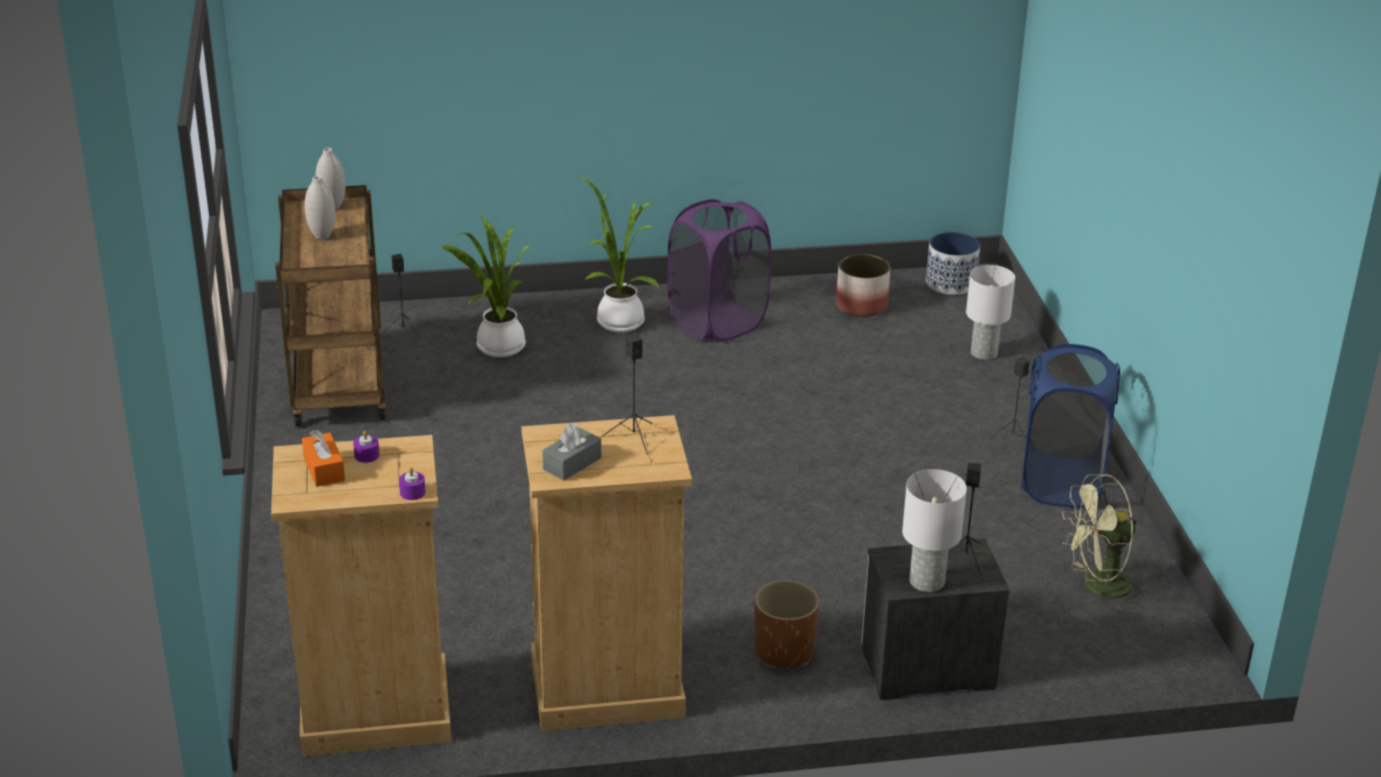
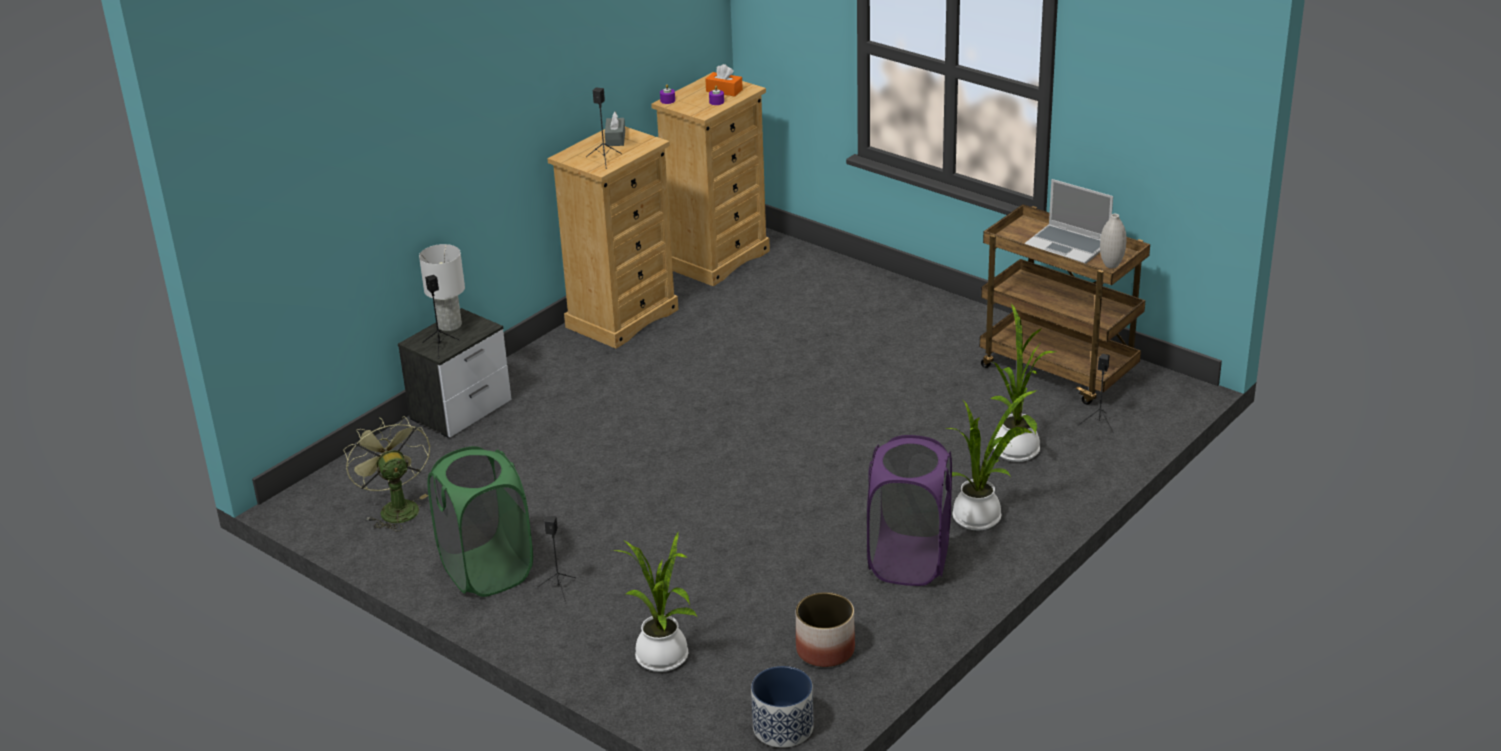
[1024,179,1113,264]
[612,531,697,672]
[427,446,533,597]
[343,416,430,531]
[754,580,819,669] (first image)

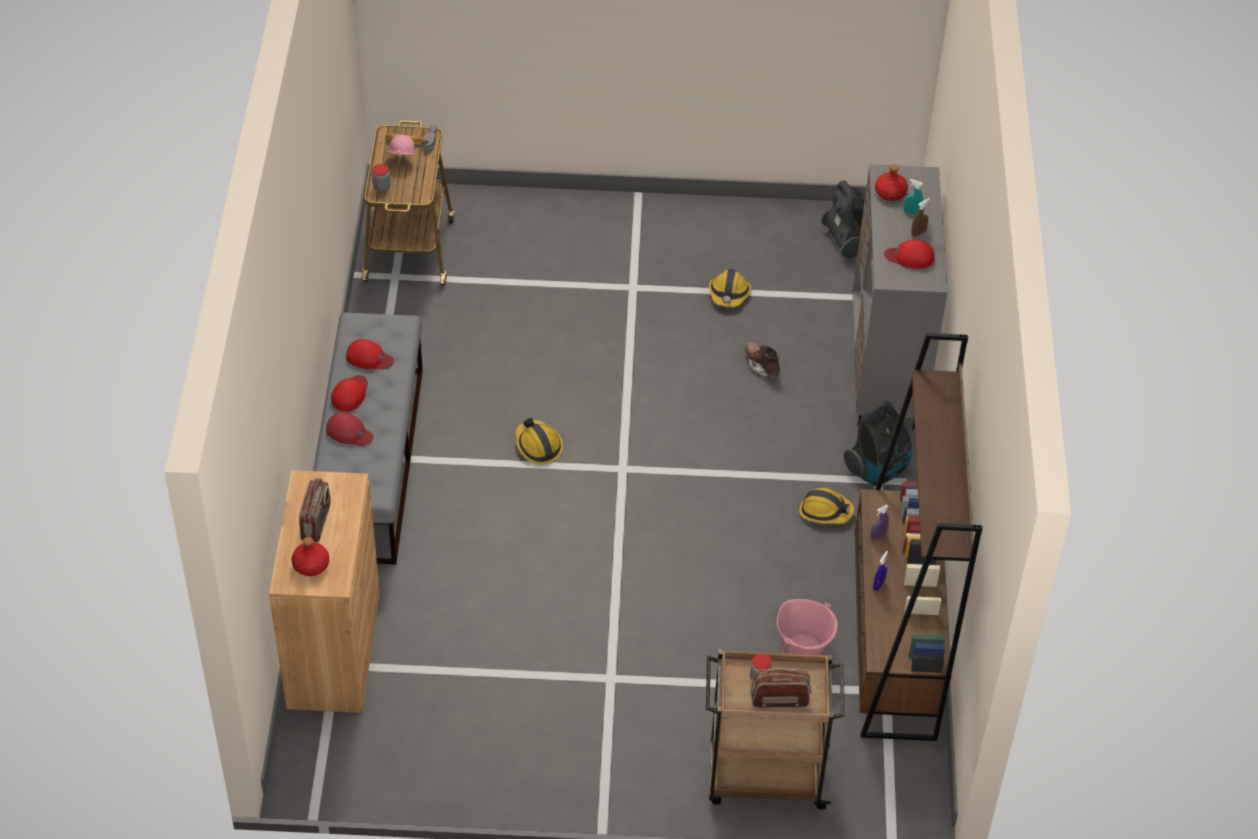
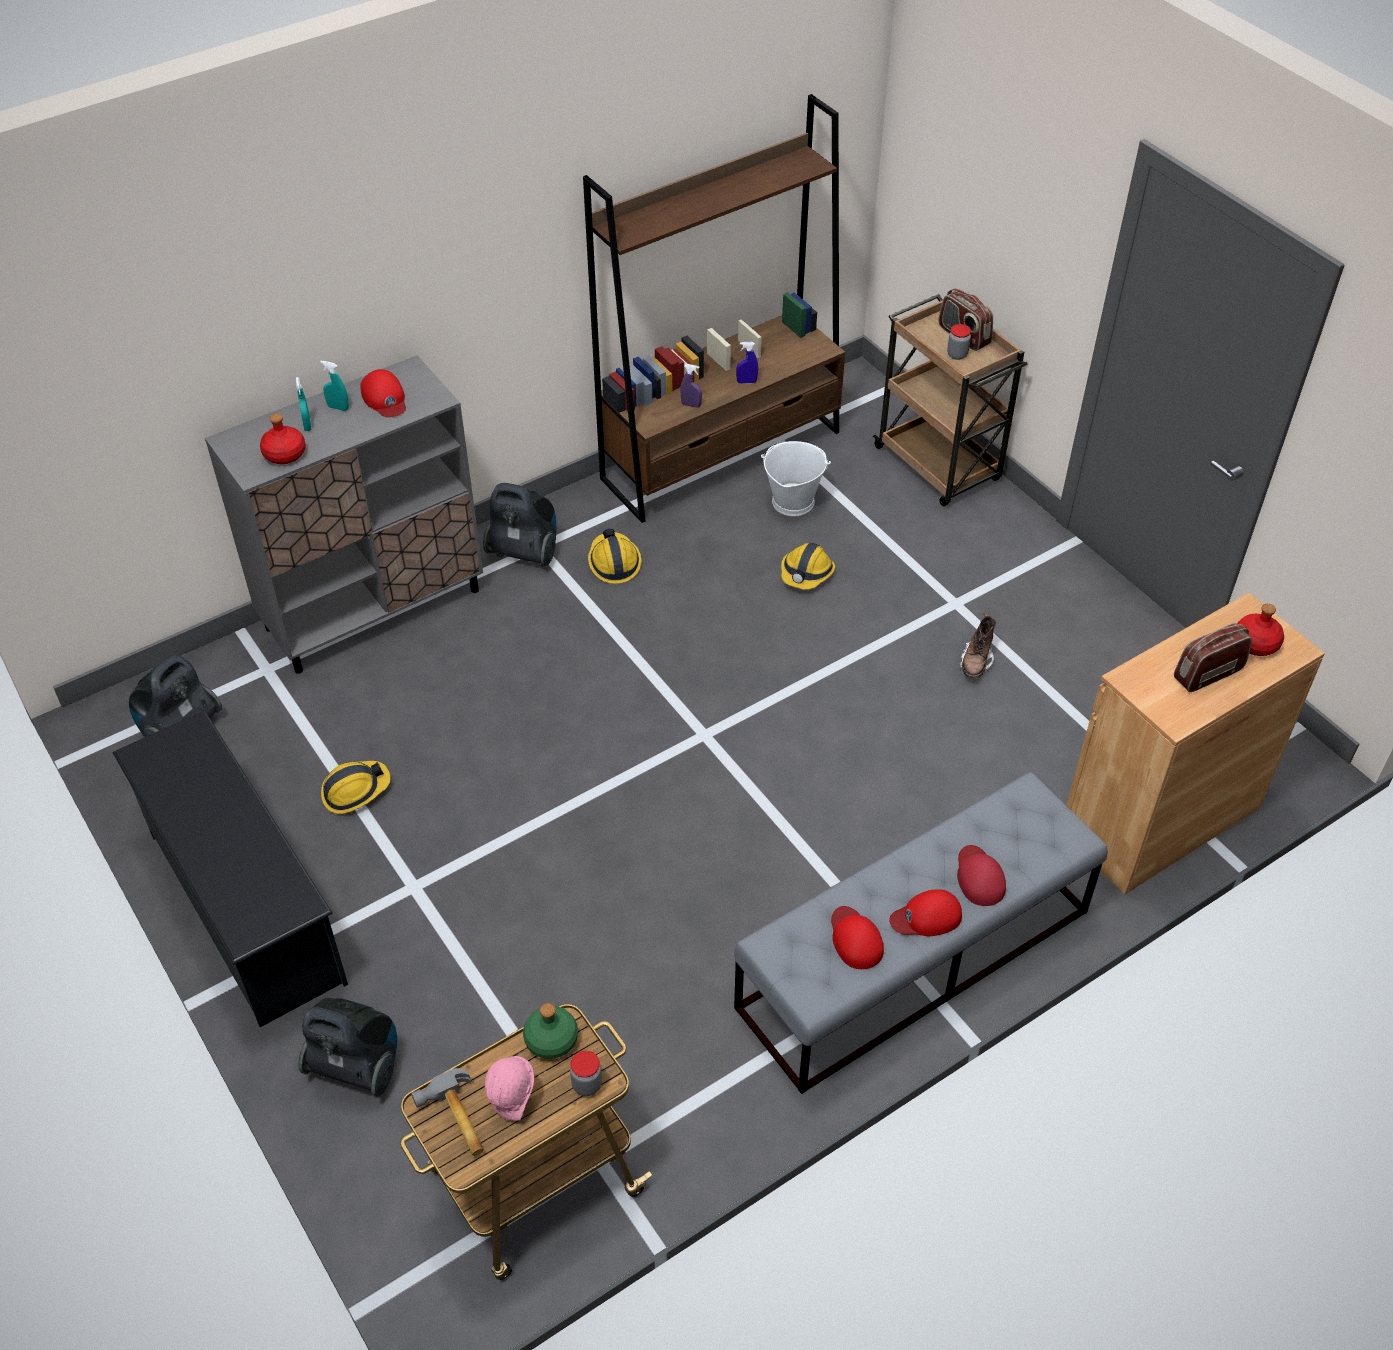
[320,361,349,411]
[959,612,996,679]
[781,543,835,590]
[761,441,831,516]
[112,710,348,1027]
[298,998,397,1097]
[523,1003,578,1059]

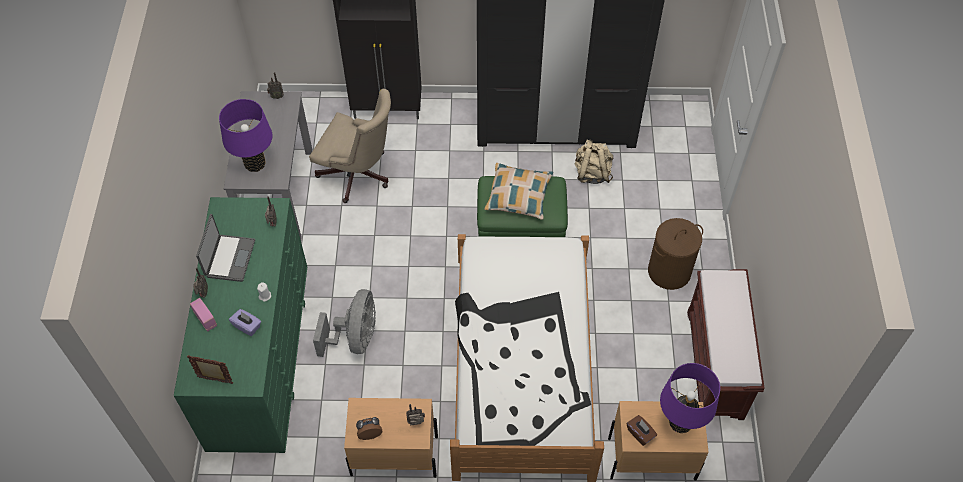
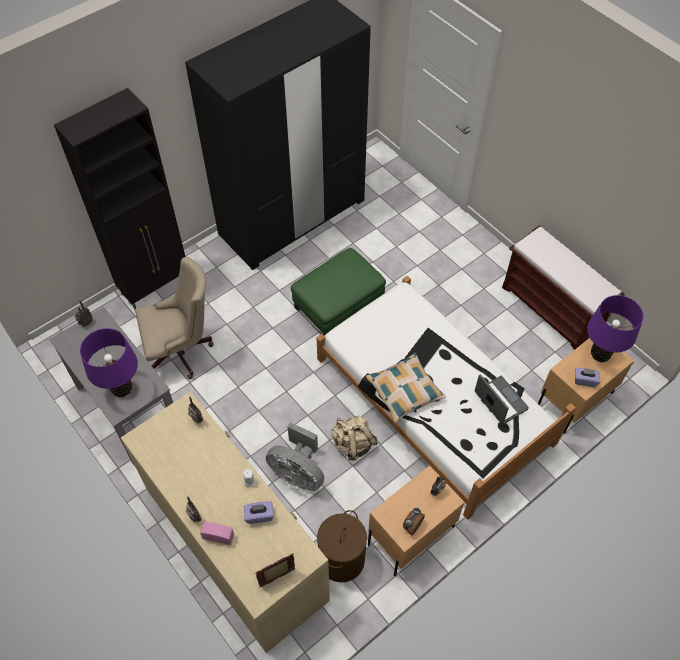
[331,416,378,460]
[366,353,446,422]
[121,392,330,653]
[475,374,529,425]
[317,510,367,582]
[266,422,324,491]
[575,368,600,387]

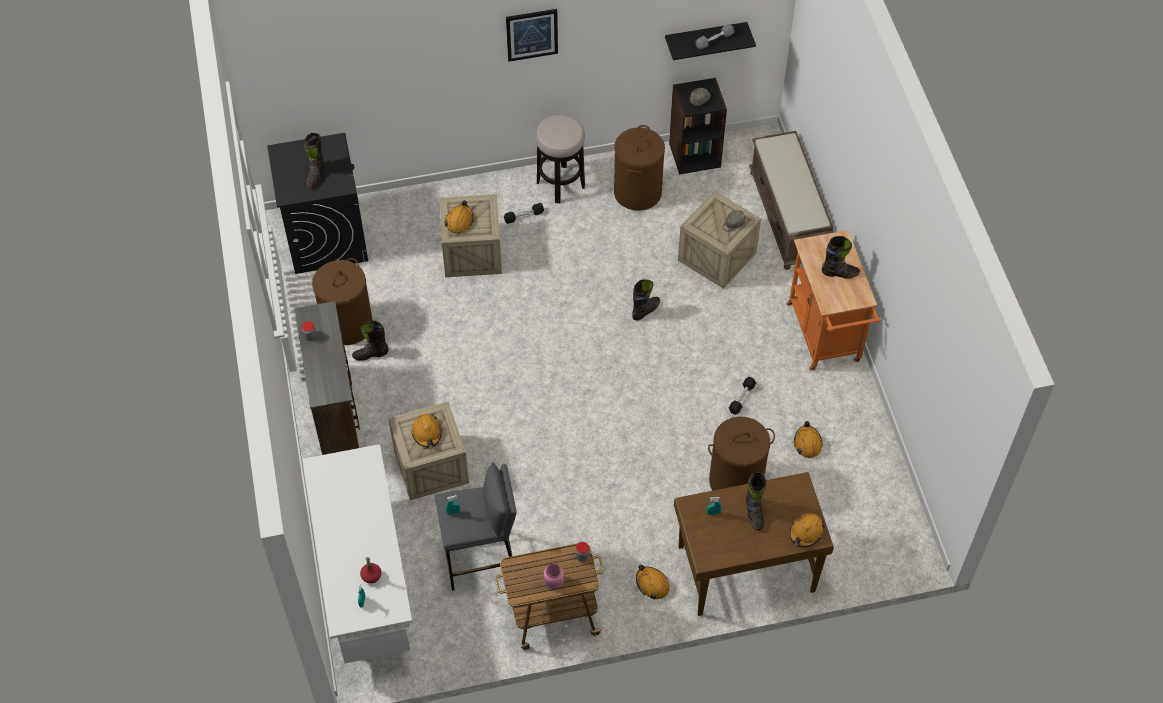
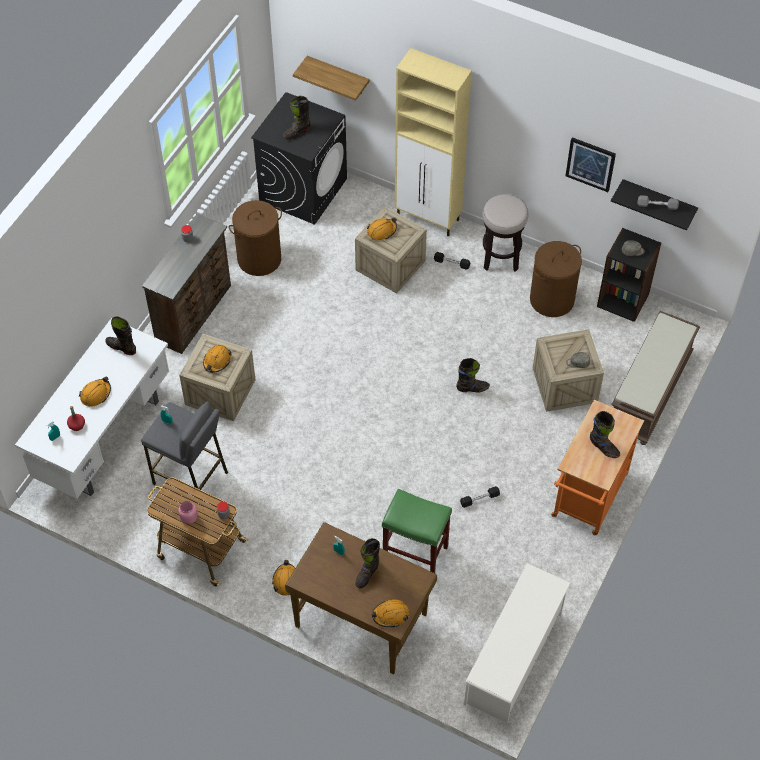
[566,137,616,192]
[105,316,136,355]
[382,489,452,573]
[79,376,111,407]
[395,48,472,237]
[293,56,370,101]
[464,563,571,723]

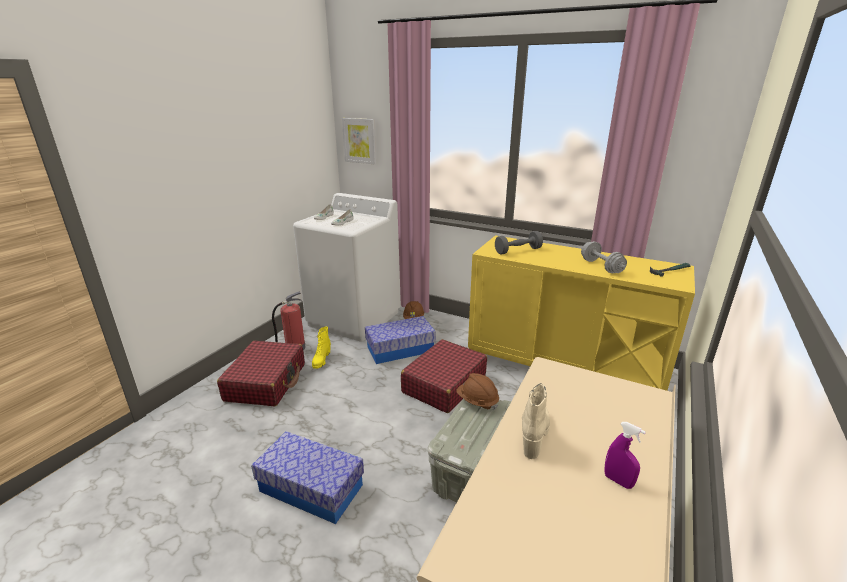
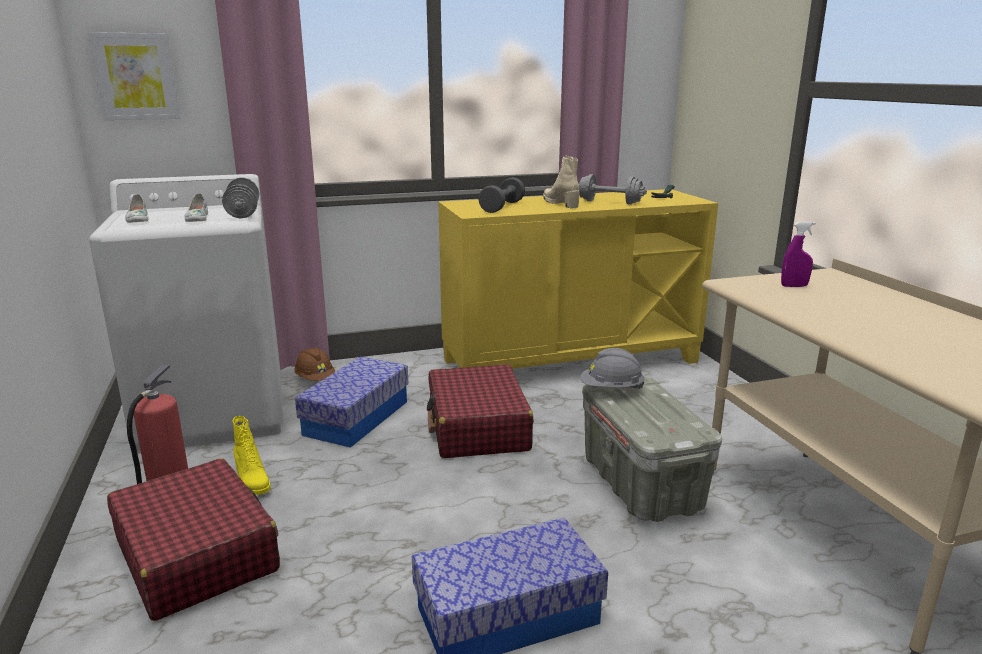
[580,348,645,389]
[543,156,580,208]
[781,221,816,287]
[222,177,259,219]

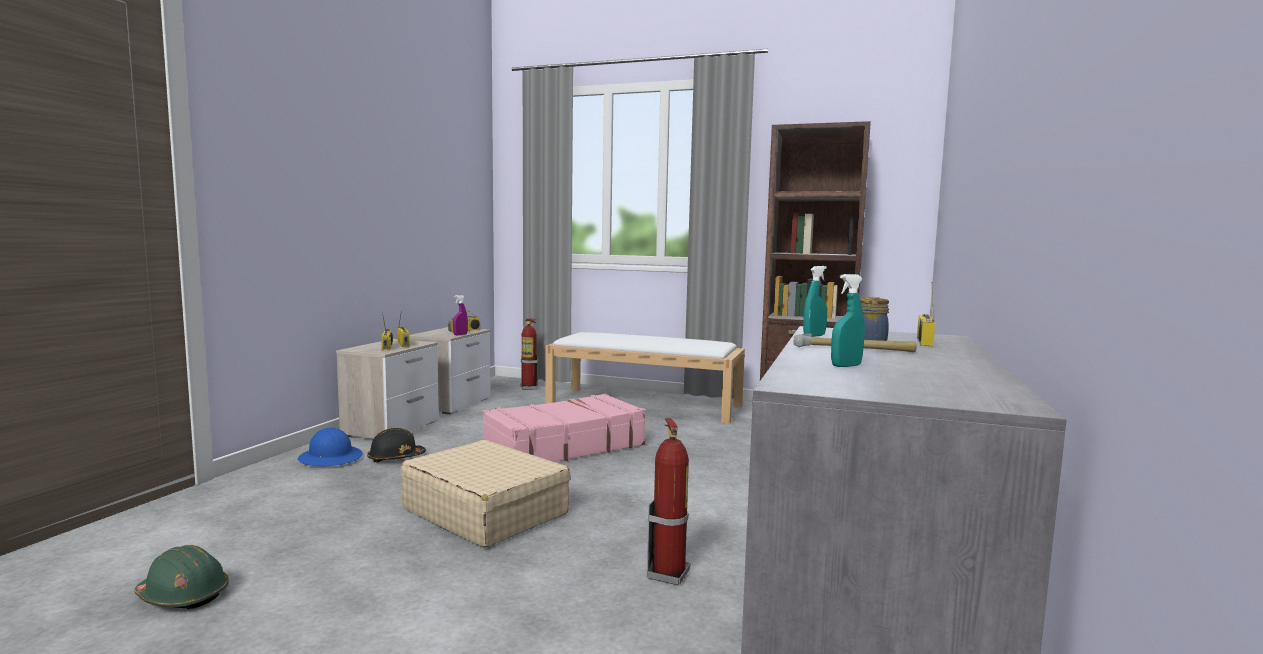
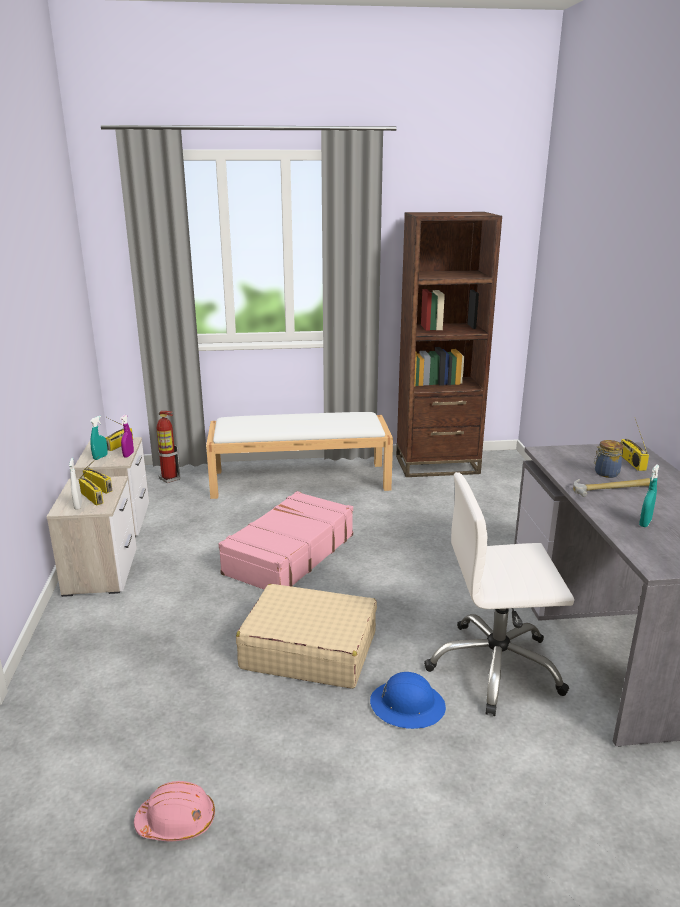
[90,416,108,460]
[424,472,574,716]
[370,672,446,729]
[367,428,426,462] (first image)
[134,781,215,841]
[69,458,82,510]

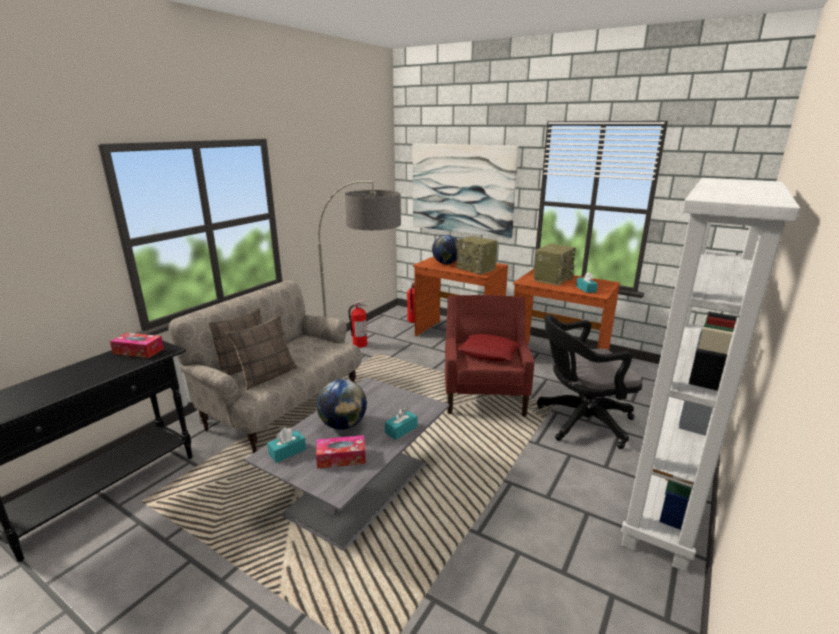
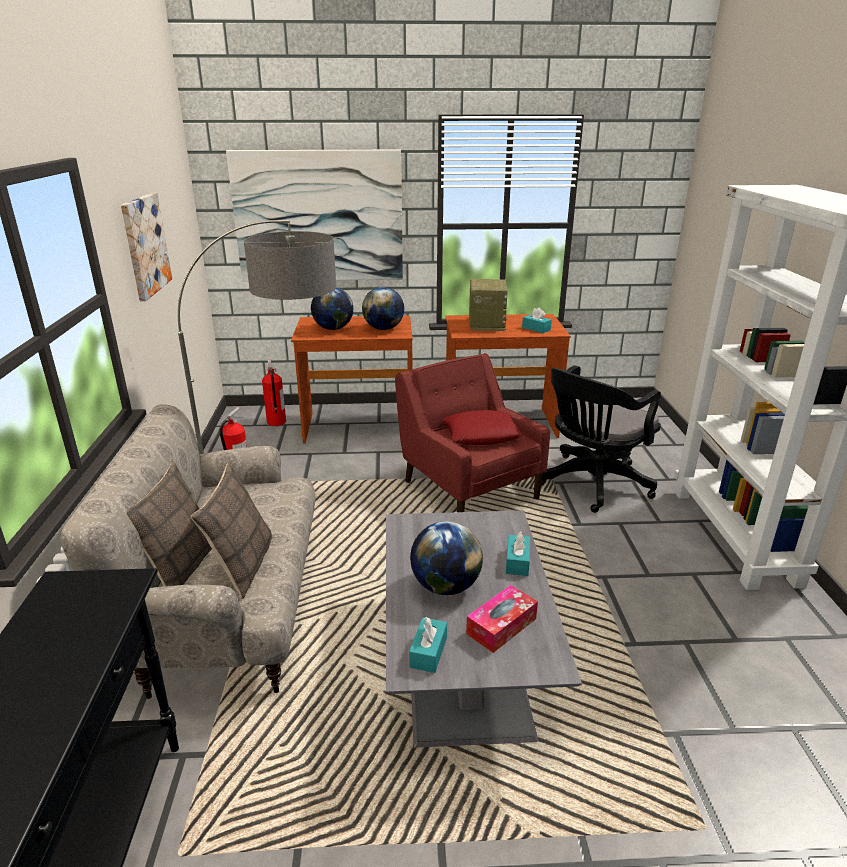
[362,287,404,330]
[110,333,164,358] (first image)
[121,193,172,301]

